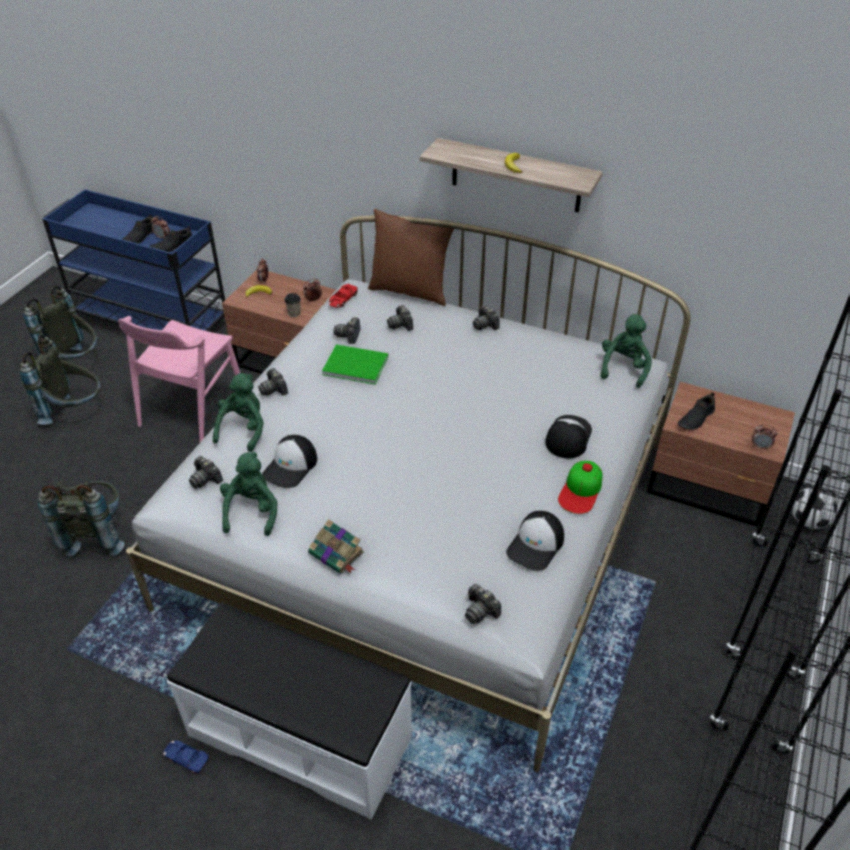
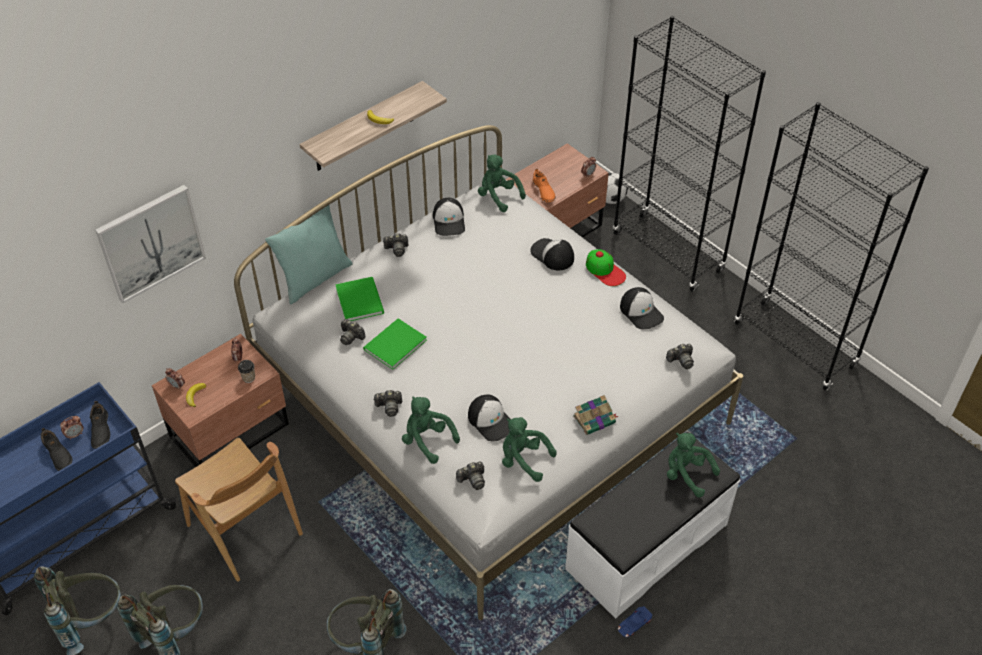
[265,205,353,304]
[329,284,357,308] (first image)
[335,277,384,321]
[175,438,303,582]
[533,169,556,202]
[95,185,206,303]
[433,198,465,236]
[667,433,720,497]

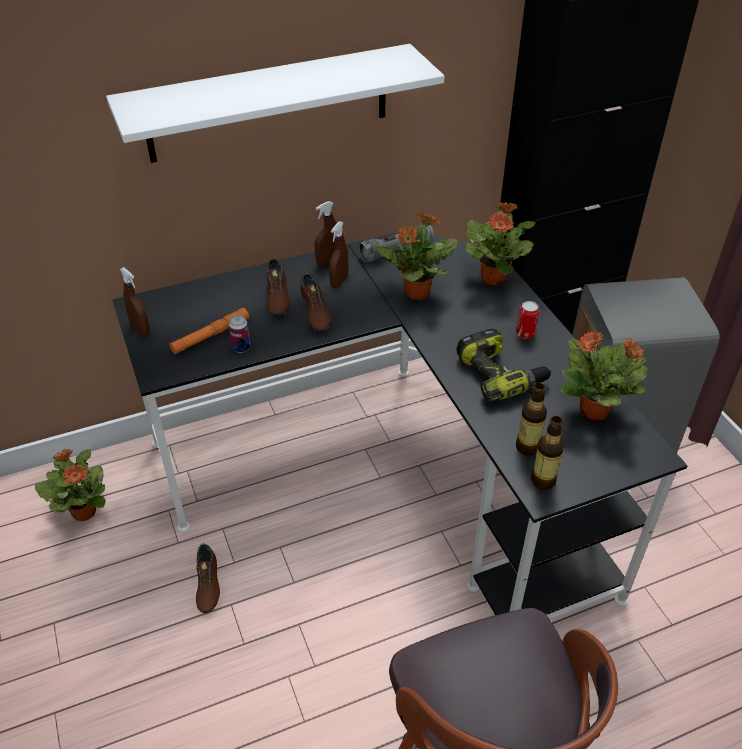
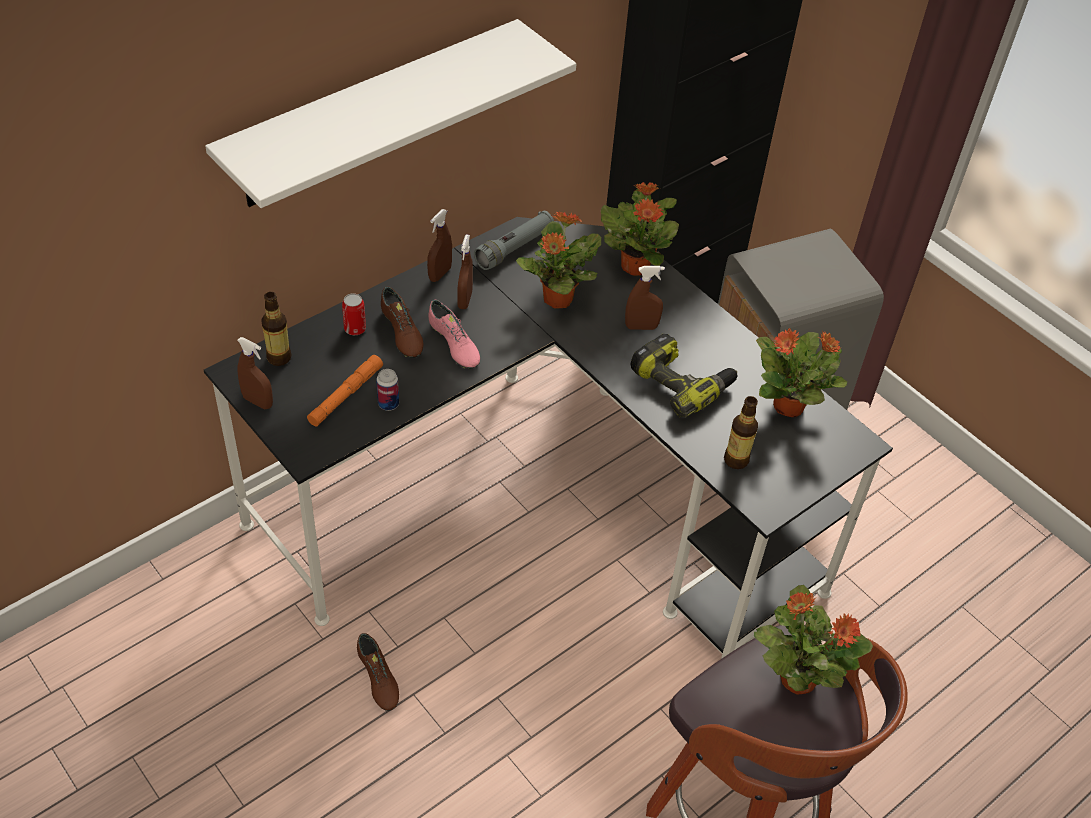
[428,300,480,368]
[342,293,366,335]
[261,292,291,366]
[754,585,873,695]
[625,266,665,330]

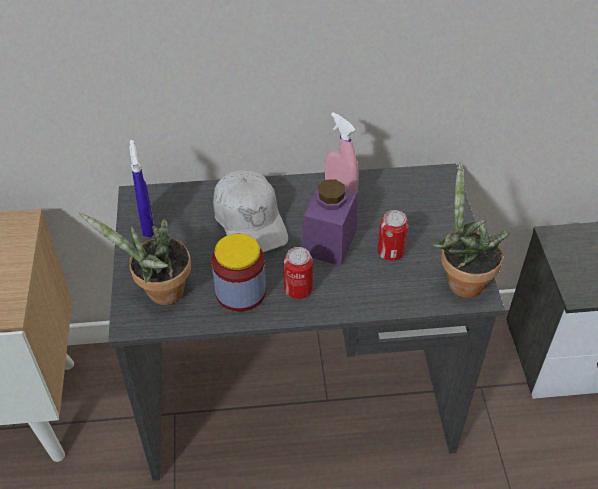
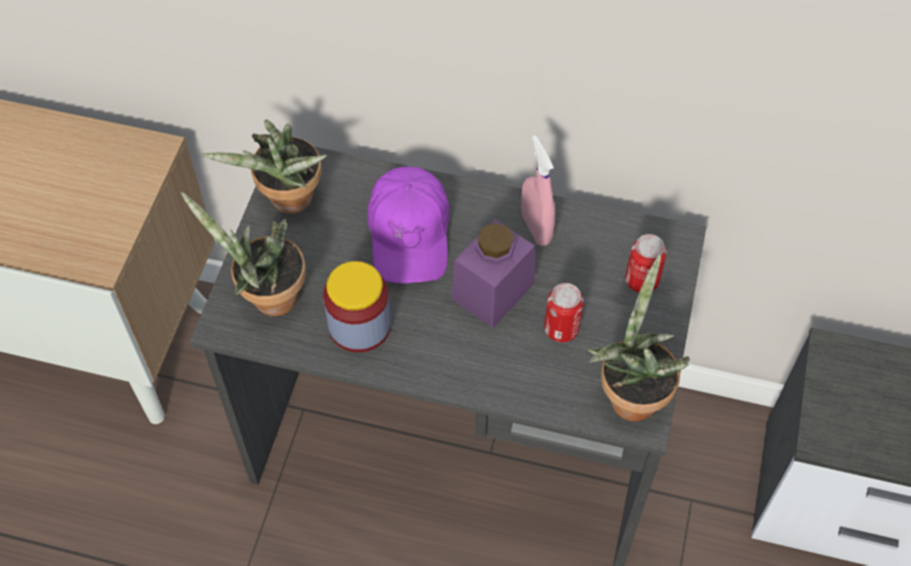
[201,119,326,214]
[367,166,449,283]
[625,234,667,293]

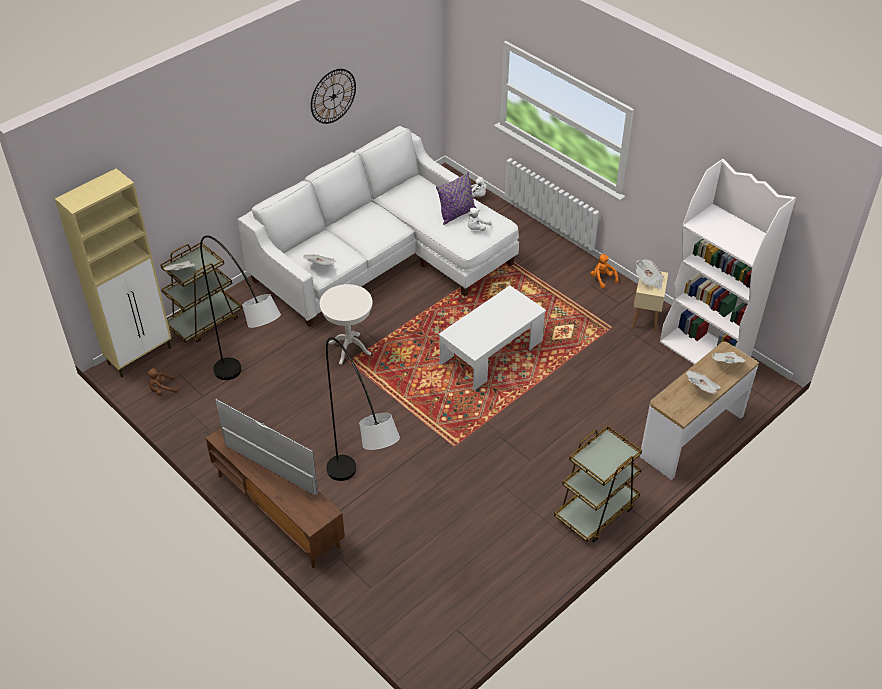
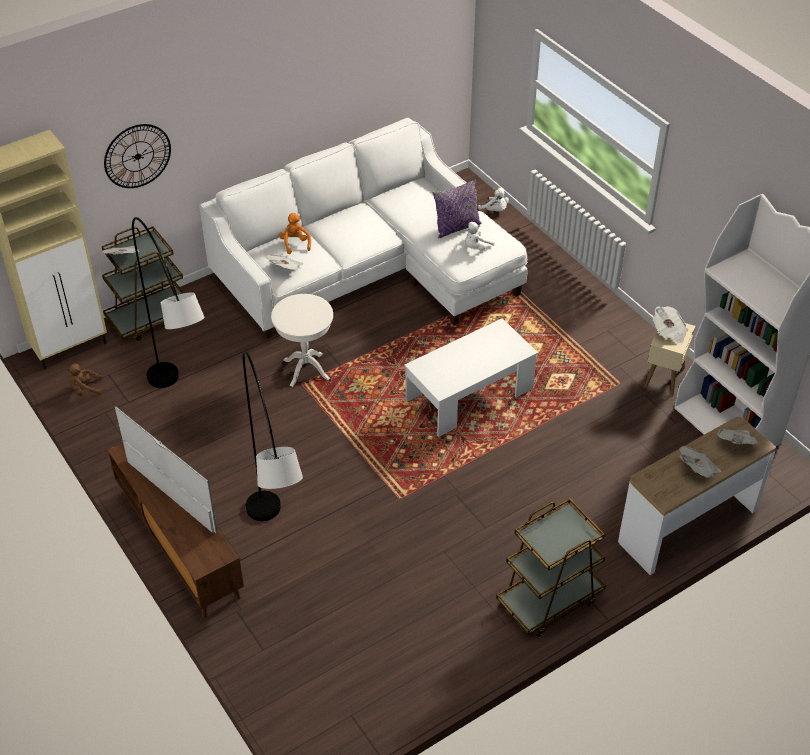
[104,124,171,188]
[279,213,311,254]

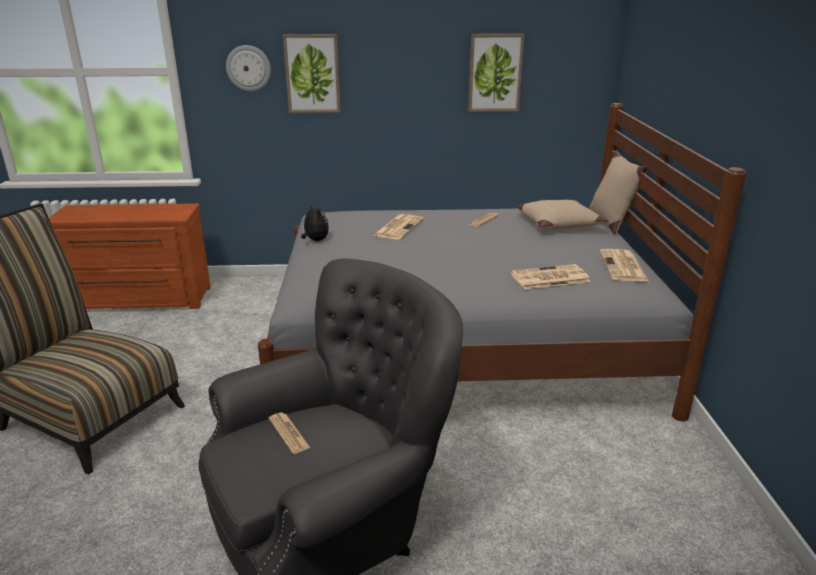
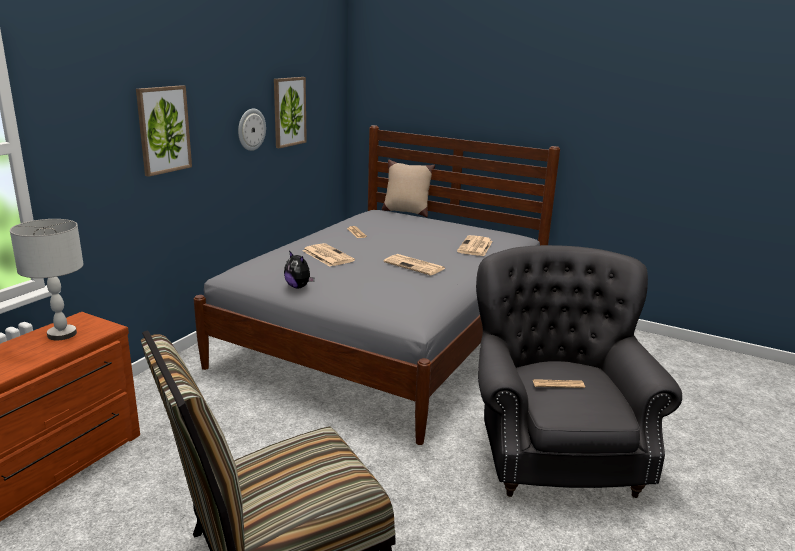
[238,109,266,151]
[517,200,608,230] (first image)
[284,251,314,288]
[383,254,445,276]
[10,219,84,340]

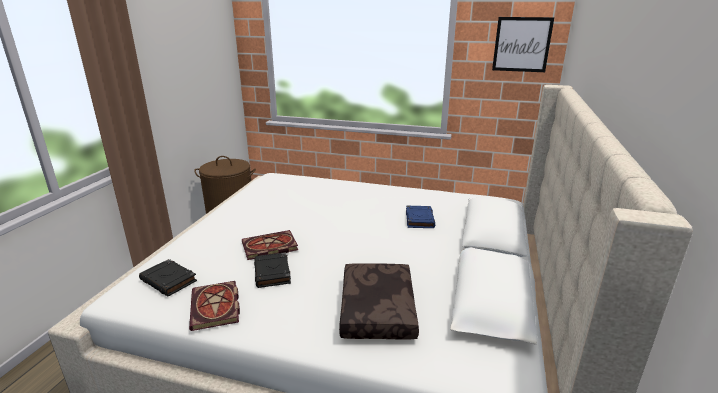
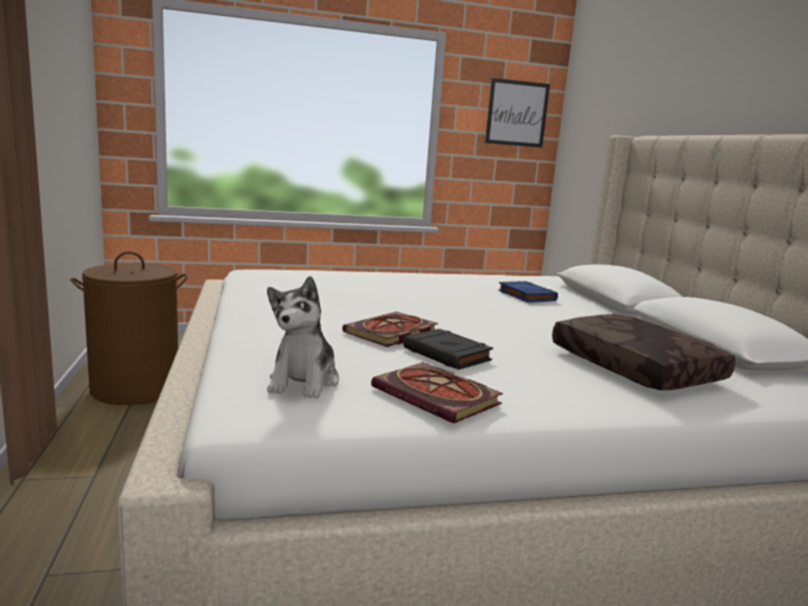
[267,276,339,399]

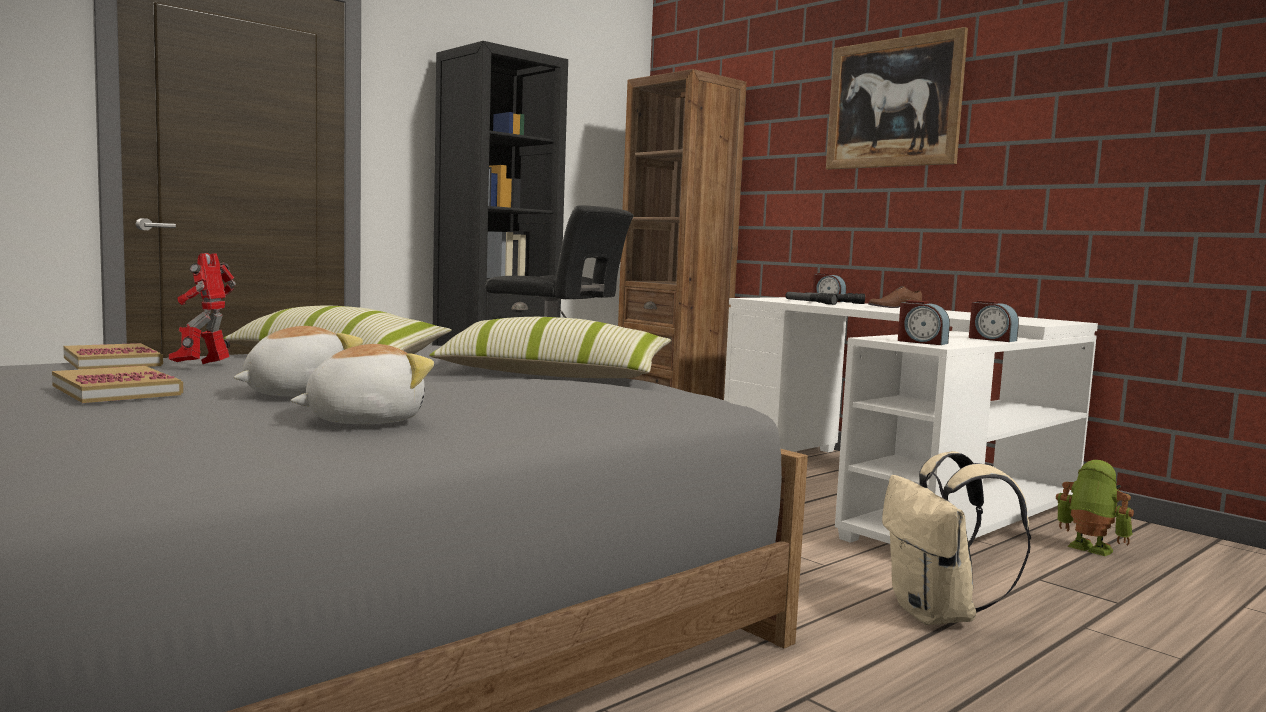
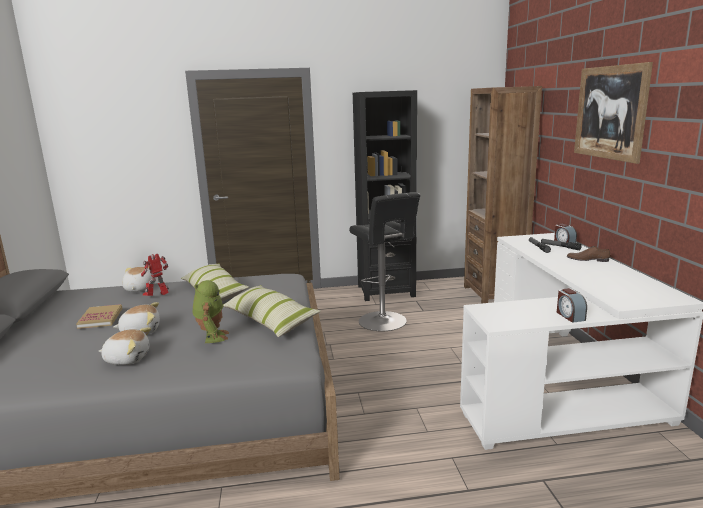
[898,300,950,345] (first image)
[122,267,155,292]
[882,451,1031,625] (first image)
[192,280,229,343]

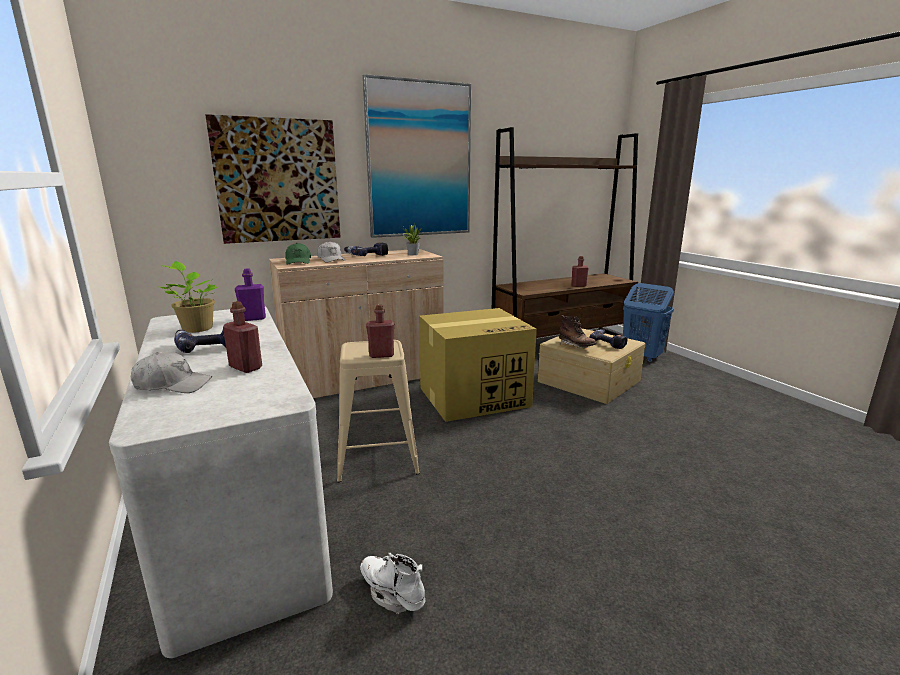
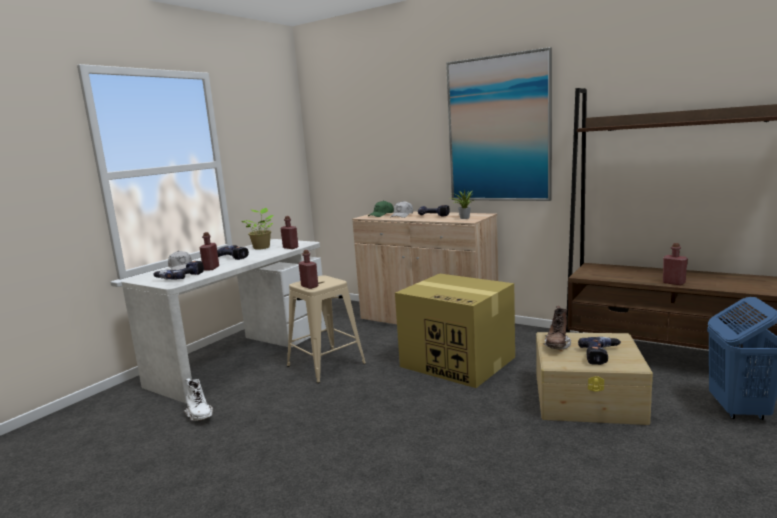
[205,114,341,244] (first image)
[281,216,298,249]
[184,378,213,421]
[153,261,204,280]

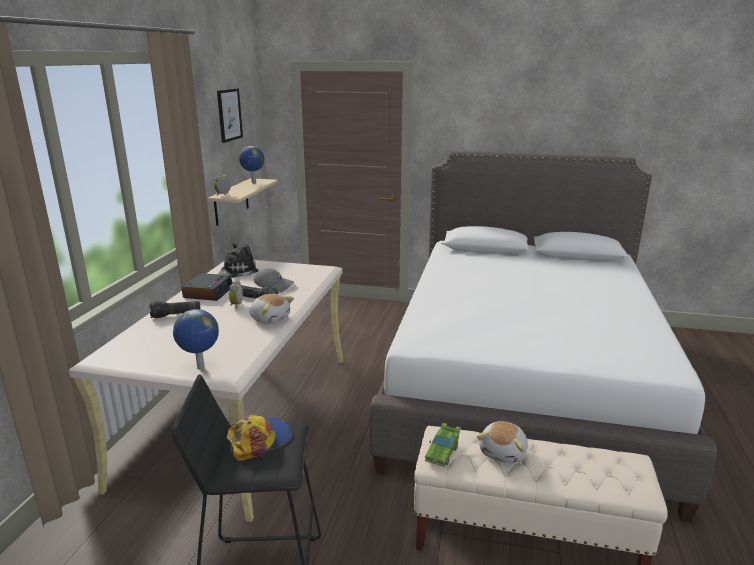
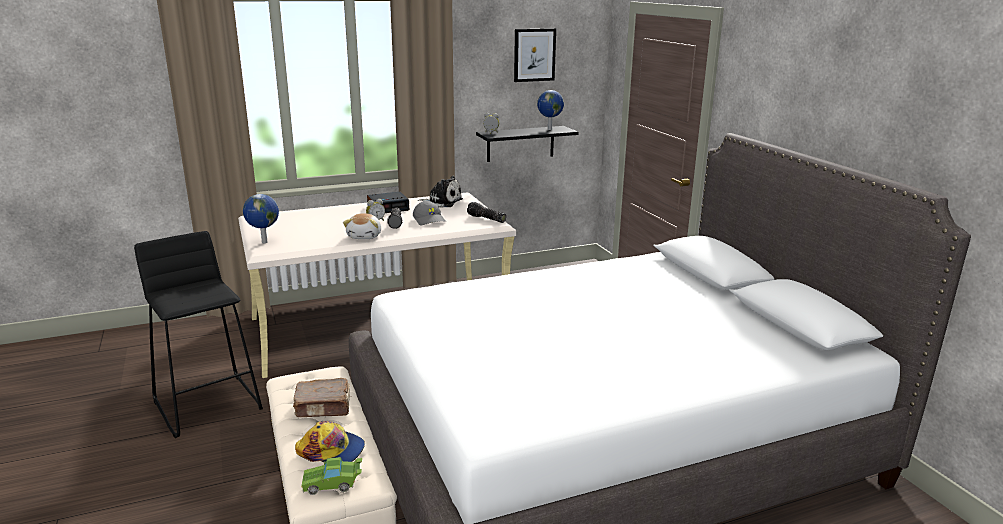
[476,126,578,162]
[467,202,506,223]
[295,421,365,462]
[293,378,351,417]
[301,457,362,495]

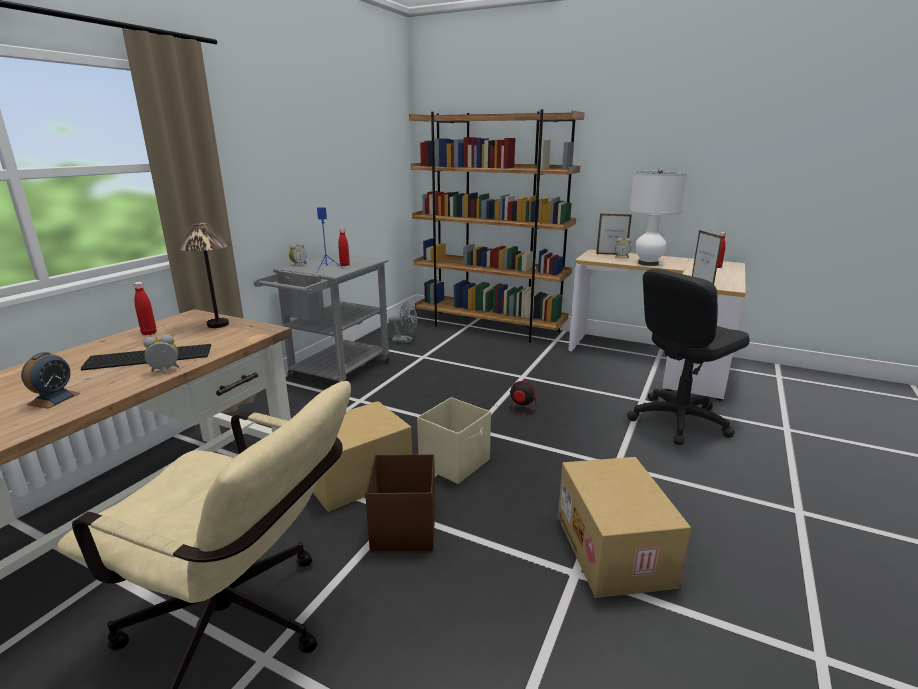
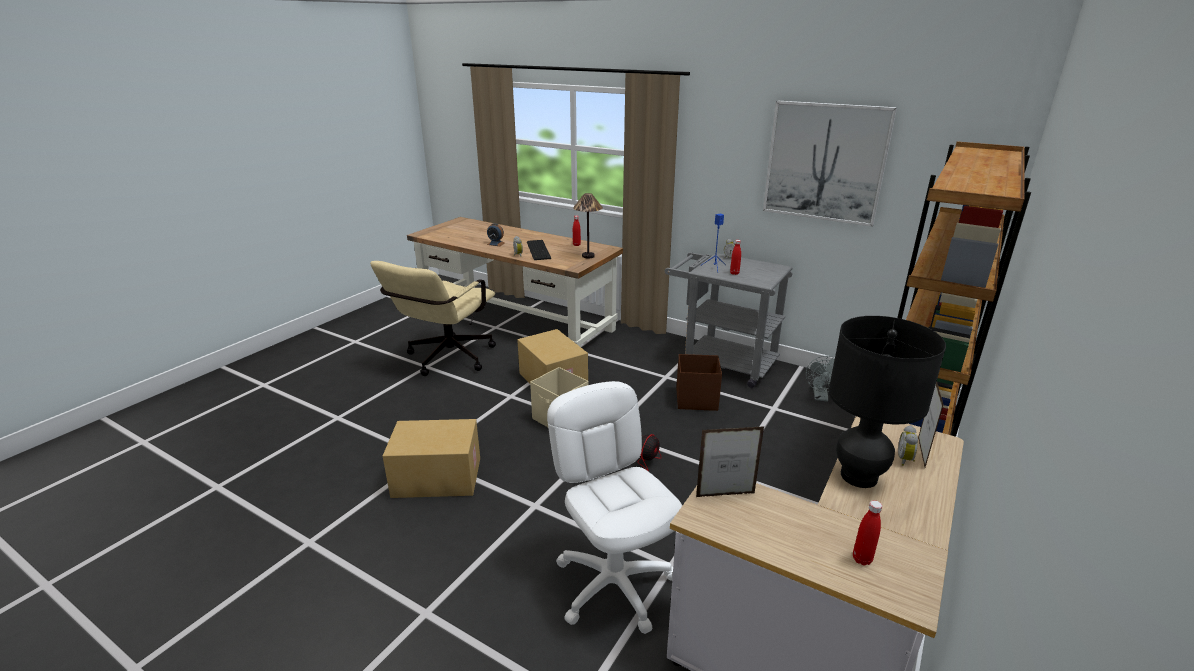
[828,316,946,488]
[547,381,682,634]
[676,354,722,411]
[763,101,897,227]

